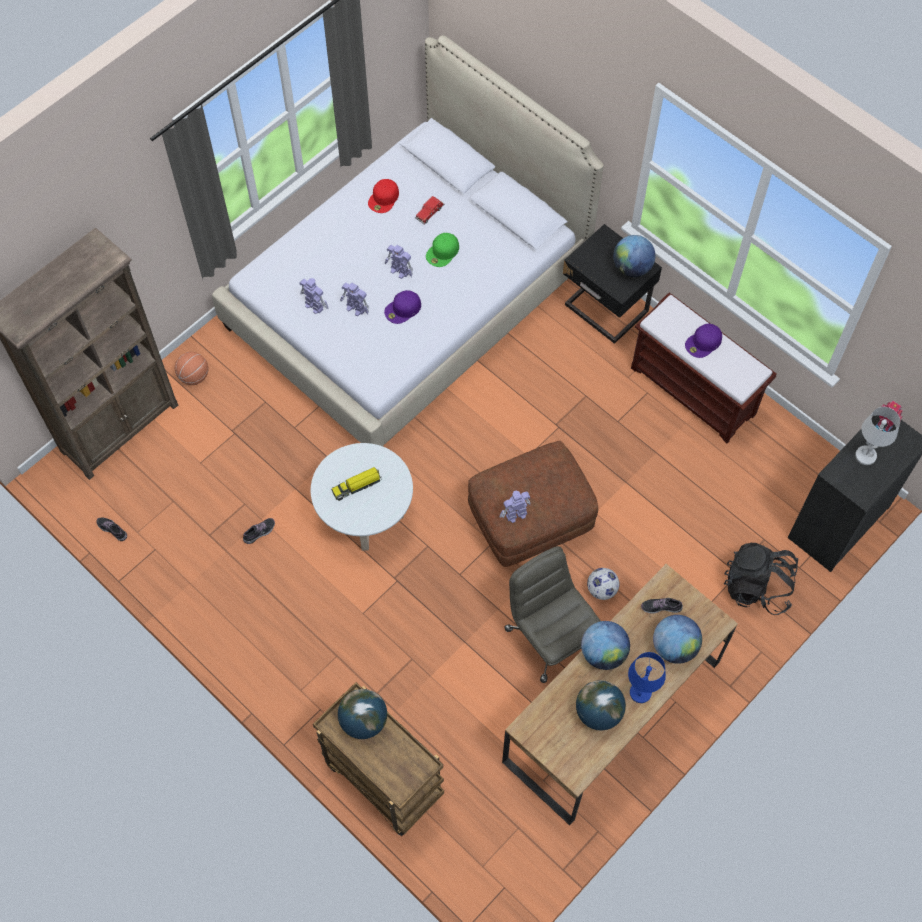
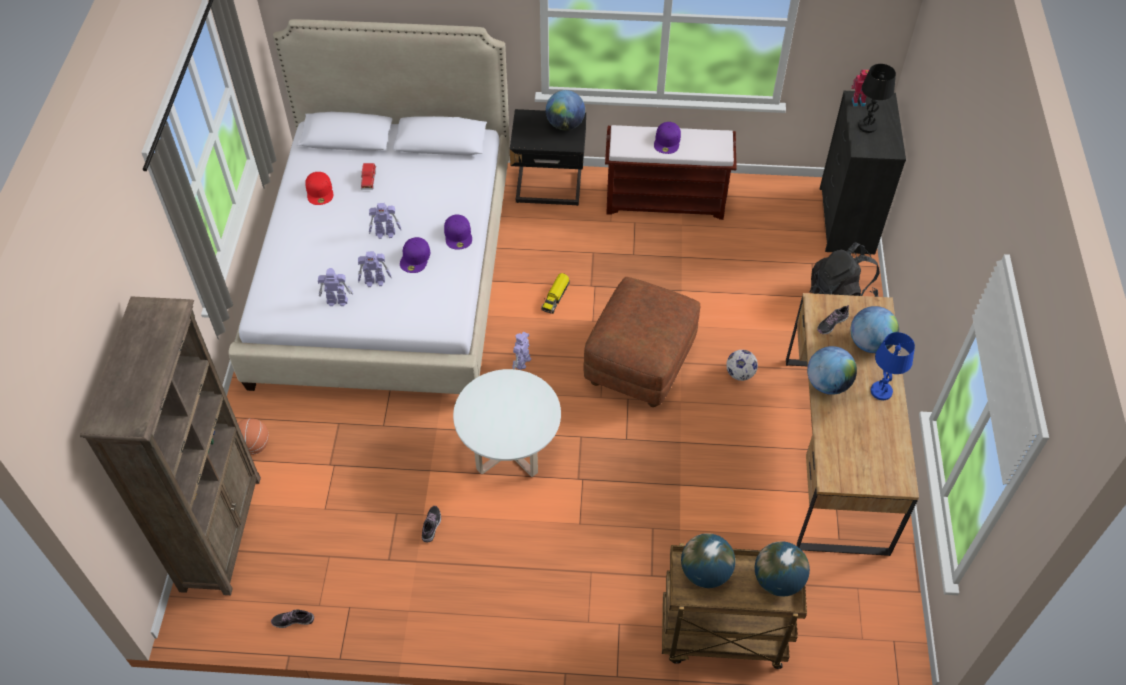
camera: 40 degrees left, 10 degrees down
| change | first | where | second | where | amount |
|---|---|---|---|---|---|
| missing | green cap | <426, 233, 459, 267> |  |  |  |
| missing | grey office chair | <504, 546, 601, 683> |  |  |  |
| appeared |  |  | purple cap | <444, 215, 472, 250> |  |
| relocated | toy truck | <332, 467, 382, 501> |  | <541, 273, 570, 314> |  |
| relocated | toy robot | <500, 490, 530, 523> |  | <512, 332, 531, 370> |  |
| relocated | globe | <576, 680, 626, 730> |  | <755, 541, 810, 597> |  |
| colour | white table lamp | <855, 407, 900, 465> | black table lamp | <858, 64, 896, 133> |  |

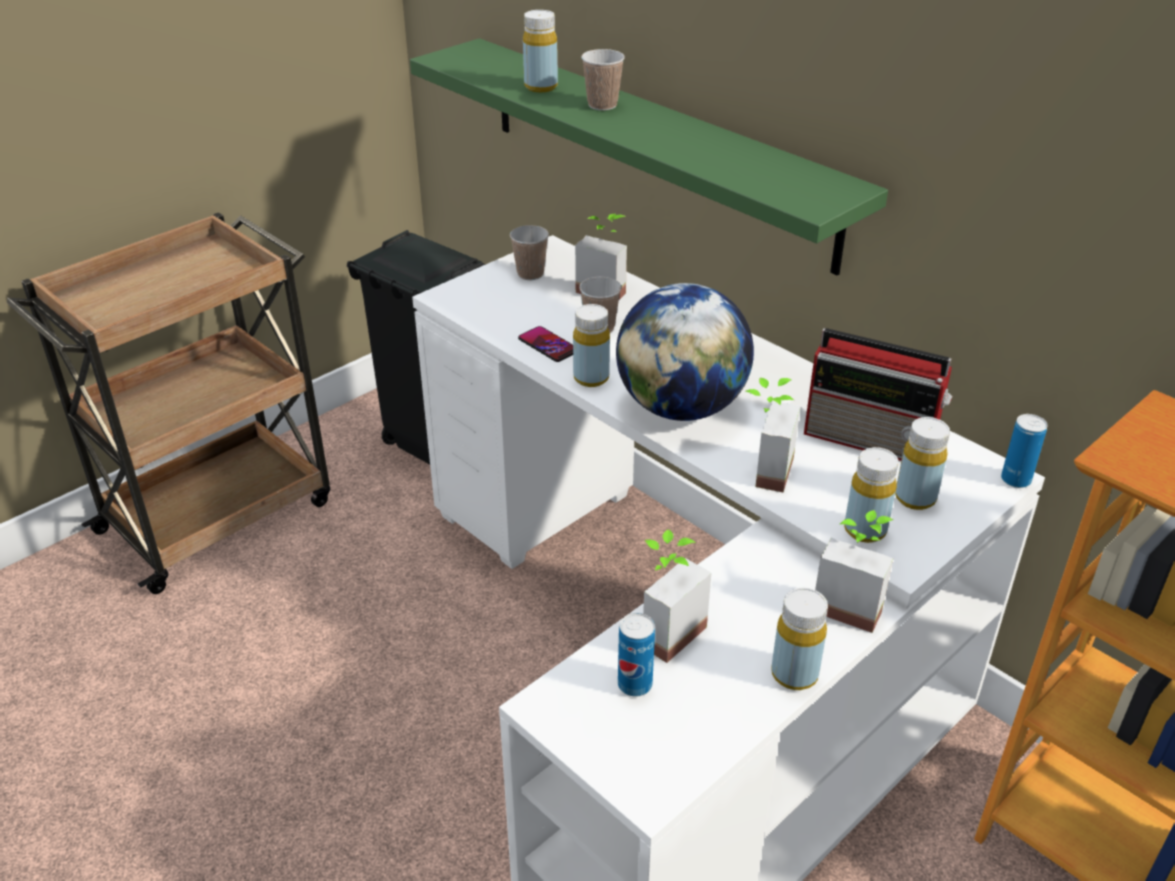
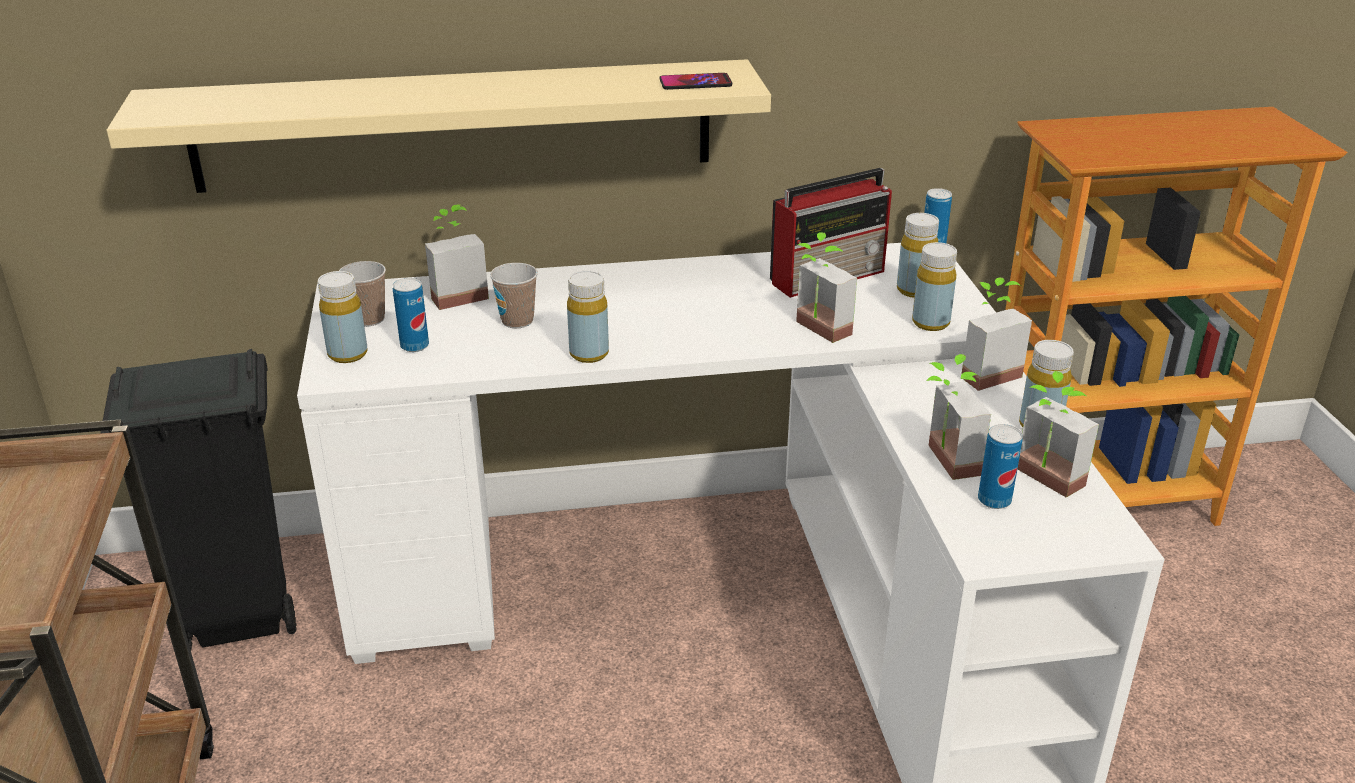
camera: 55 degrees left, 5 degrees down
| change | first | where | second | where | amount |
|---|---|---|---|---|---|
| missing | cup | <581, 49, 625, 111> |  |  |  |
| missing | globe | <616, 283, 754, 421> |  |  |  |
| appeared |  |  | can | <393, 278, 429, 352> |  |
| appeared |  |  | potted plant | <1018, 371, 1099, 498> |  |
| relocated | phone | <518, 326, 573, 362> |  | <659, 73, 732, 90> |  |
| relocated | yellow bottle | <523, 10, 558, 92> |  | <318, 271, 368, 363> |  |
| colour | green shelf | <410, 38, 888, 276> | beige shelf | <107, 59, 771, 193> |  |

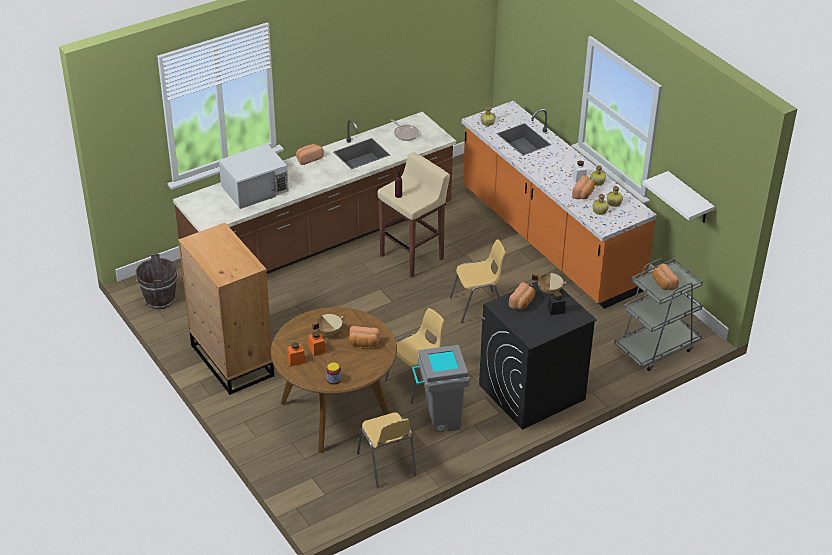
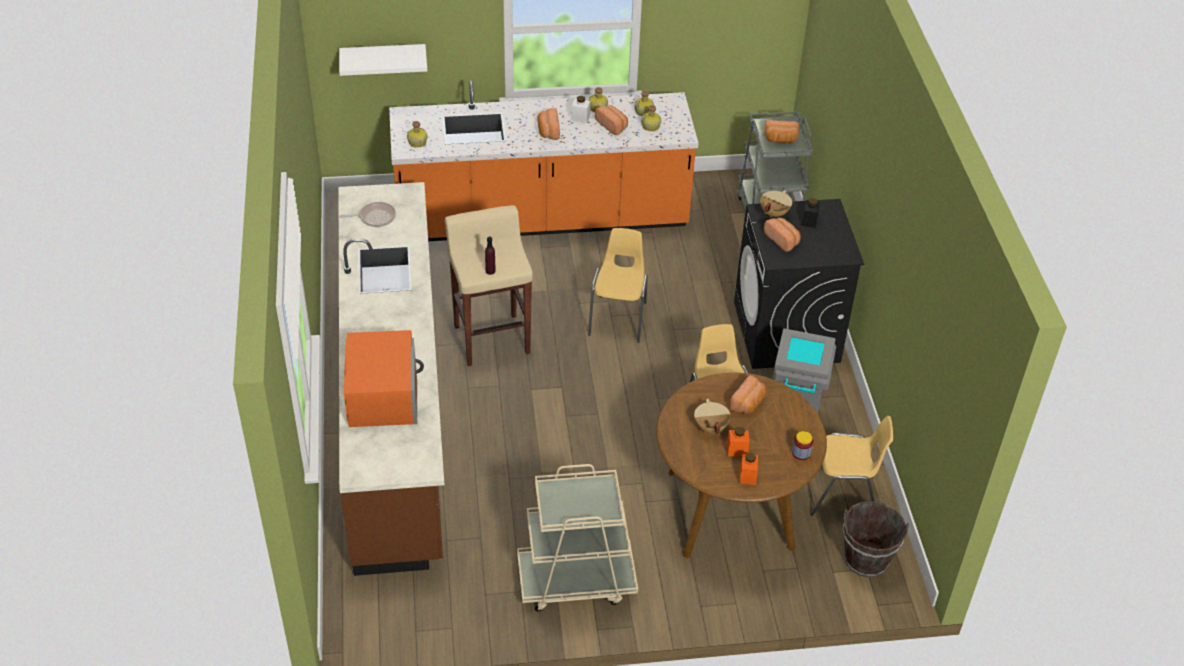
camera: 65 degrees left, 5 degrees up
| change | first | where | second | where | amount |
|---|---|---|---|---|---|
| relocated | brown bucket | <136, 254, 178, 309> |  | <843, 501, 909, 577> |  |
| relocated | bread | <296, 144, 324, 165> |  | <537, 108, 560, 140> |  |
| relocated | white shelf | <642, 171, 715, 223> |  | <339, 44, 427, 76> |  |
| exchanged | brown dresser | <178, 223, 274, 395> | beige cart | <517, 464, 638, 611> |  |
| colour | white microwave | <219, 144, 289, 209> | orange microwave | <343, 330, 424, 427> |  |

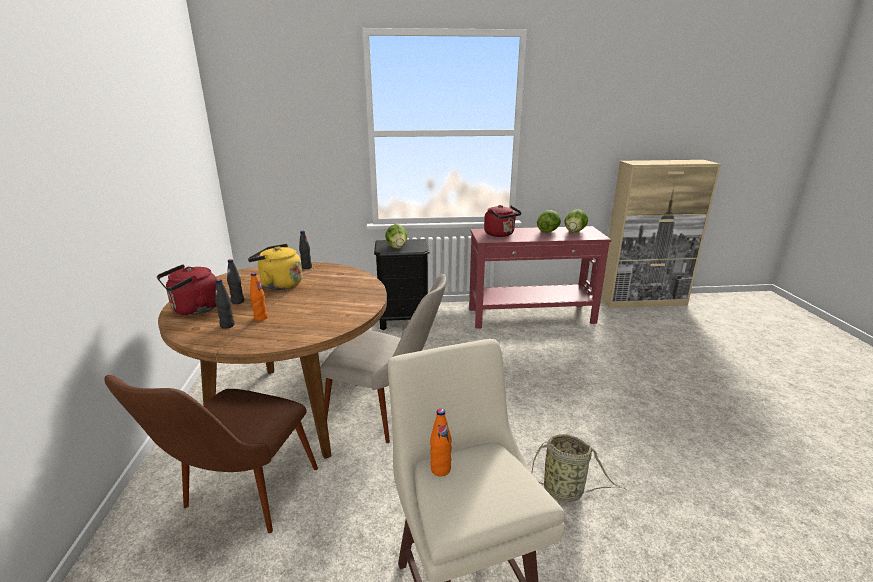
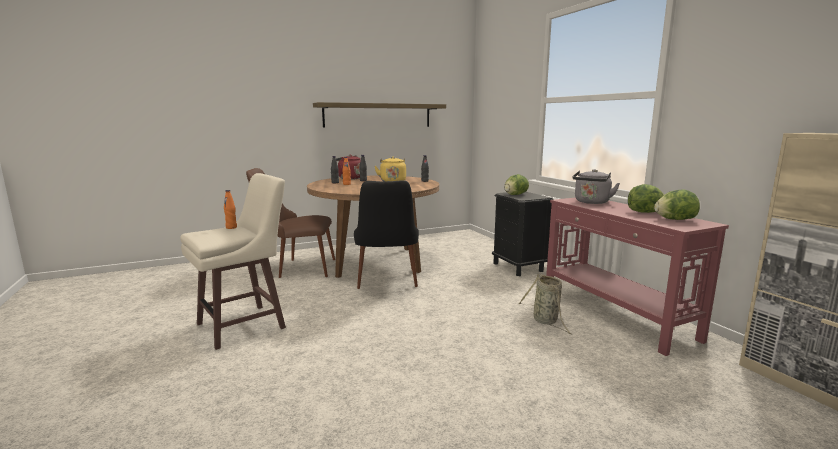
camera: 70 degrees right, 10 degrees down
| change | first | where | second | where | amount |
|---|---|---|---|---|---|
| appeared |  |  | shelf | <313, 102, 446, 128> |  |
| relocated | basket | <532, 434, 626, 502> |  | <519, 274, 572, 335> |  |
| colour | beige chair | <320, 274, 447, 443> | black chair | <354, 180, 419, 289> |  |
| colour | red kettle | <484, 205, 522, 237> | grey kettle | <573, 169, 620, 204> |  |

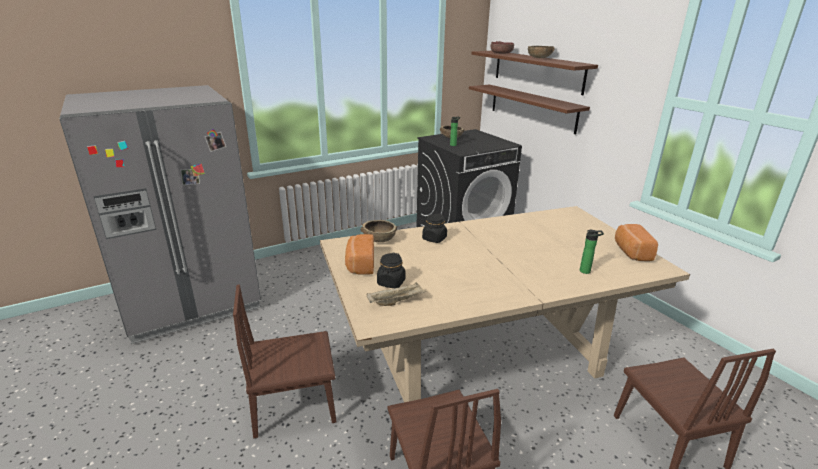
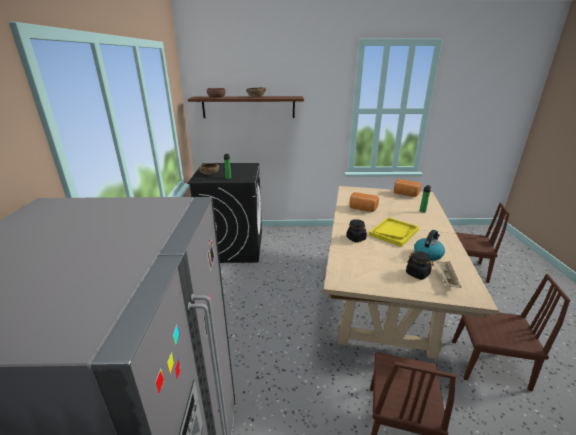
camera: 60 degrees left, 0 degrees up
| change | first | where | second | where | amount |
|---|---|---|---|---|---|
| missing | brown bowl | <361, 220, 397, 242> |  |  |  |
| missing | brown shelf | <469, 84, 590, 134> |  |  |  |
| appeared |  |  | yellow tray | <369, 217, 419, 247> |  |
| appeared |  |  | kettle | <414, 230, 445, 261> |  |
| relocated | bread | <345, 234, 374, 275> |  | <349, 192, 379, 212> |  |

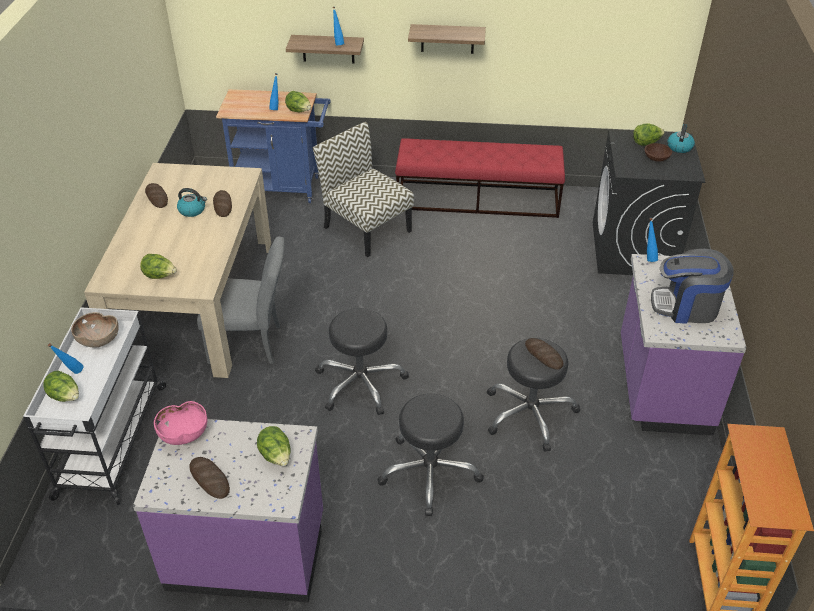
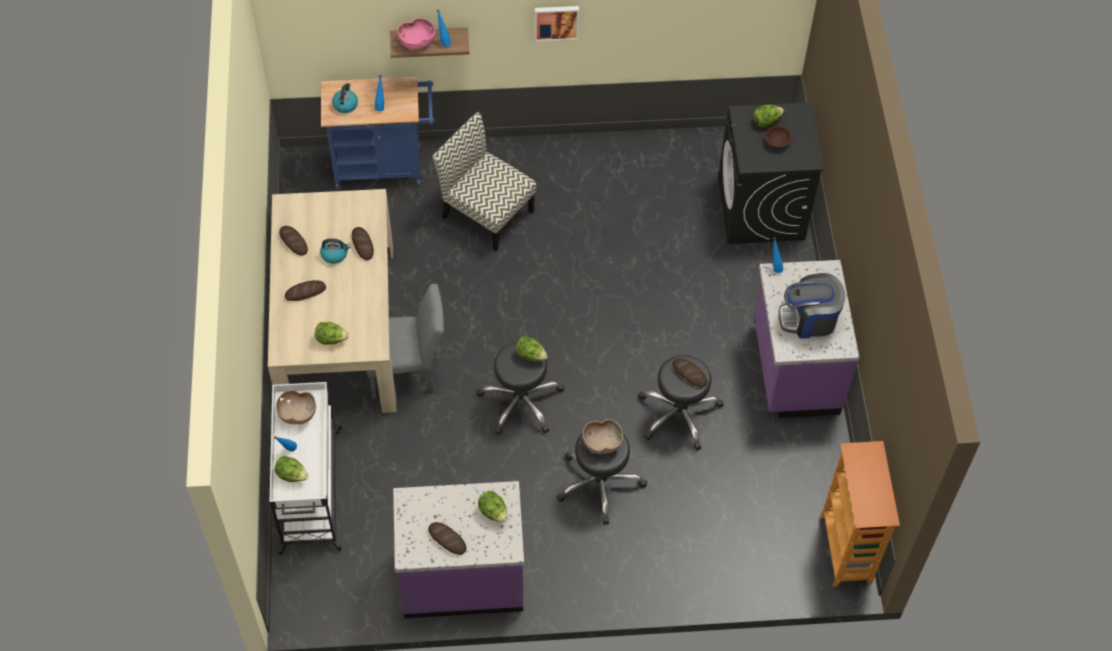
camera: 10 degrees left, 15 degrees up
| change | first | where | second | where | amount |
|---|---|---|---|---|---|
| missing | red bench | <395, 138, 565, 218> |  |  |  |
| appeared |  |  | bread | <285, 280, 326, 301> |  |
| appeared |  |  | brown bowl | <583, 419, 623, 454> |  |
| relocated | pink bowl | <154, 401, 207, 445> |  | <398, 18, 435, 50> |  |
| relocated | lettuce | <285, 91, 311, 112> |  | <516, 336, 548, 361> |  |
| relocated | kettle | <667, 124, 695, 153> |  | <332, 83, 358, 113> |  |
| exchanged | shelf | <408, 24, 486, 54> | picture | <535, 6, 579, 42> |  |

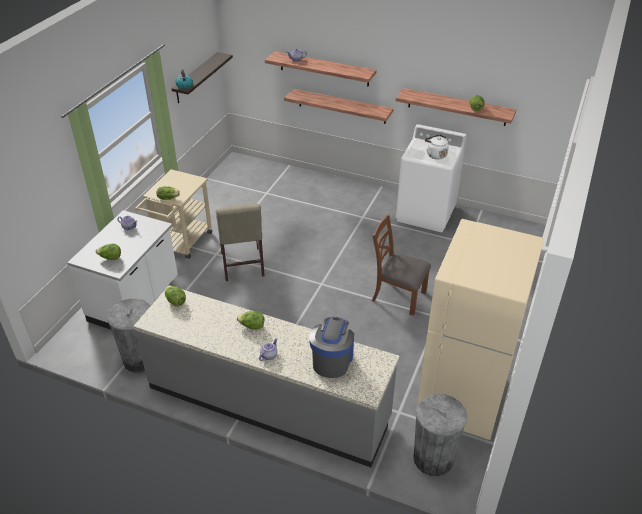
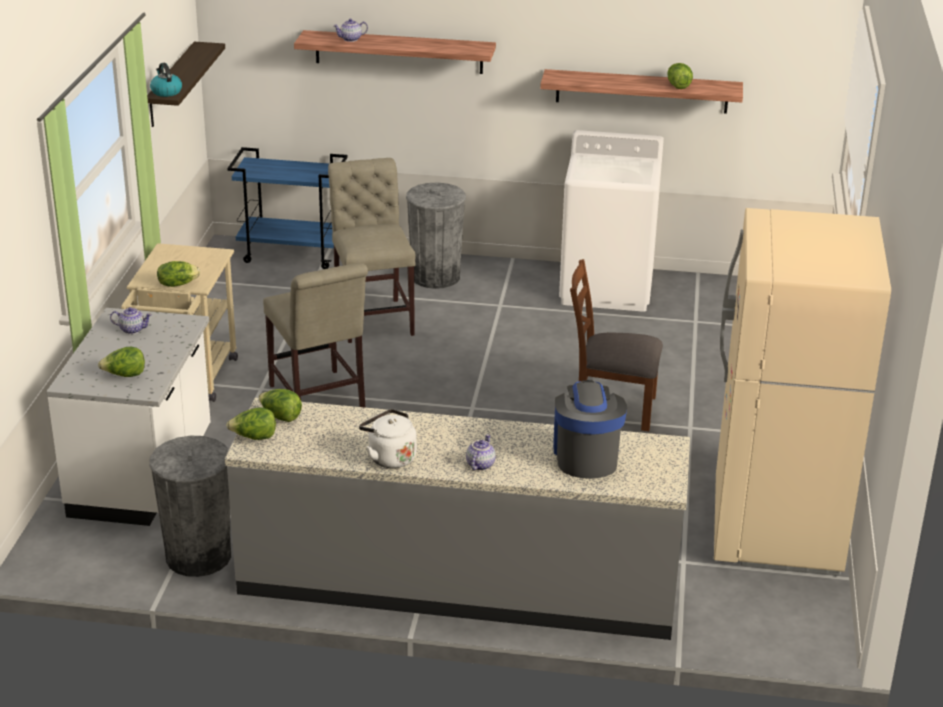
camera: 15 degrees left, 10 degrees down
| change | first | where | second | where | amount |
|---|---|---|---|---|---|
| missing | shelf | <284, 89, 394, 124> |  |  |  |
| appeared |  |  | blue cart | <227, 147, 348, 269> |  |
| appeared |  |  | beige chair | <328, 158, 416, 343> |  |
| relocated | lettuce | <237, 311, 264, 330> |  | <226, 408, 276, 440> |  |
| relocated | grey trash can | <413, 393, 467, 476> |  | <406, 183, 466, 289> |  |
| relocated | white kettle | <425, 134, 449, 159> |  | <359, 409, 417, 468> |  |

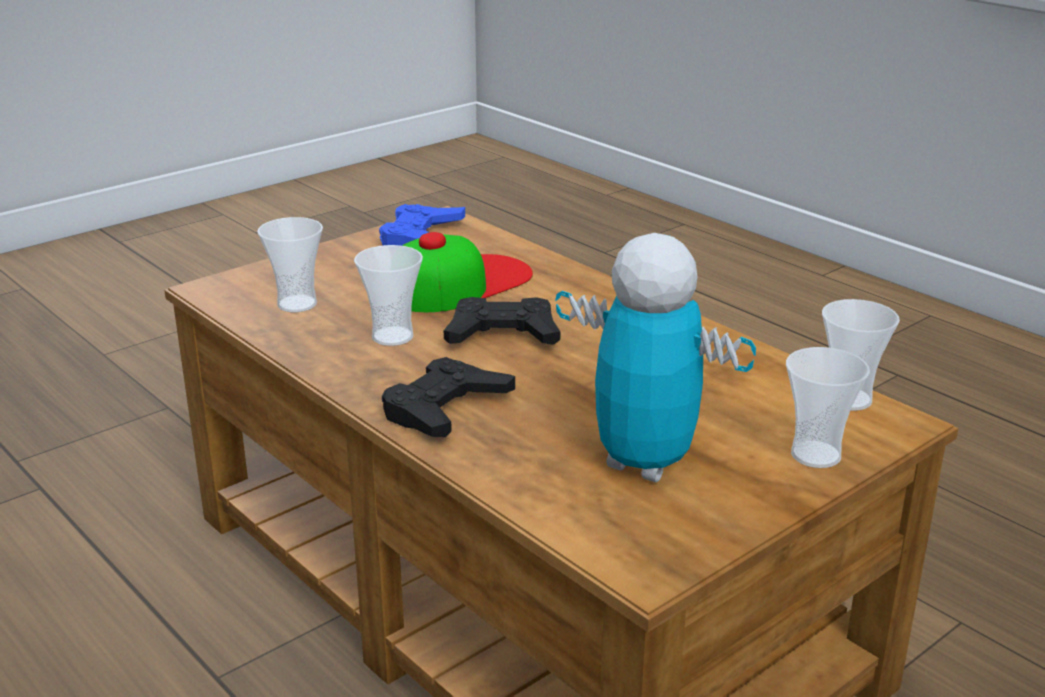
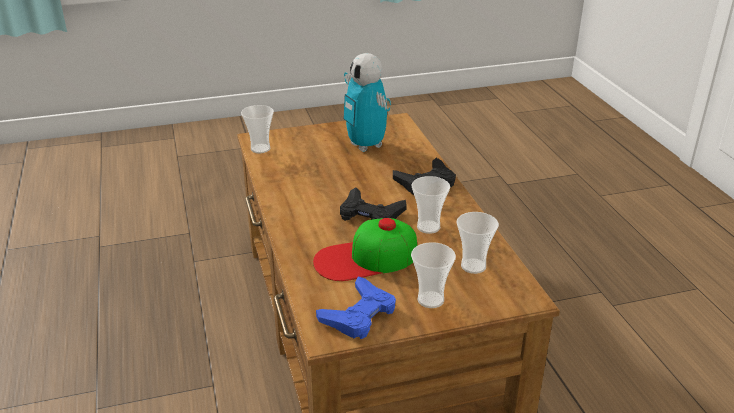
camera: 155 degrees left, 5 degrees up
| change | first | where | second | where | amount |
|---|---|---|---|---|---|
| relocated | cup | <786, 347, 870, 468> |  | <411, 242, 456, 308> |  |

